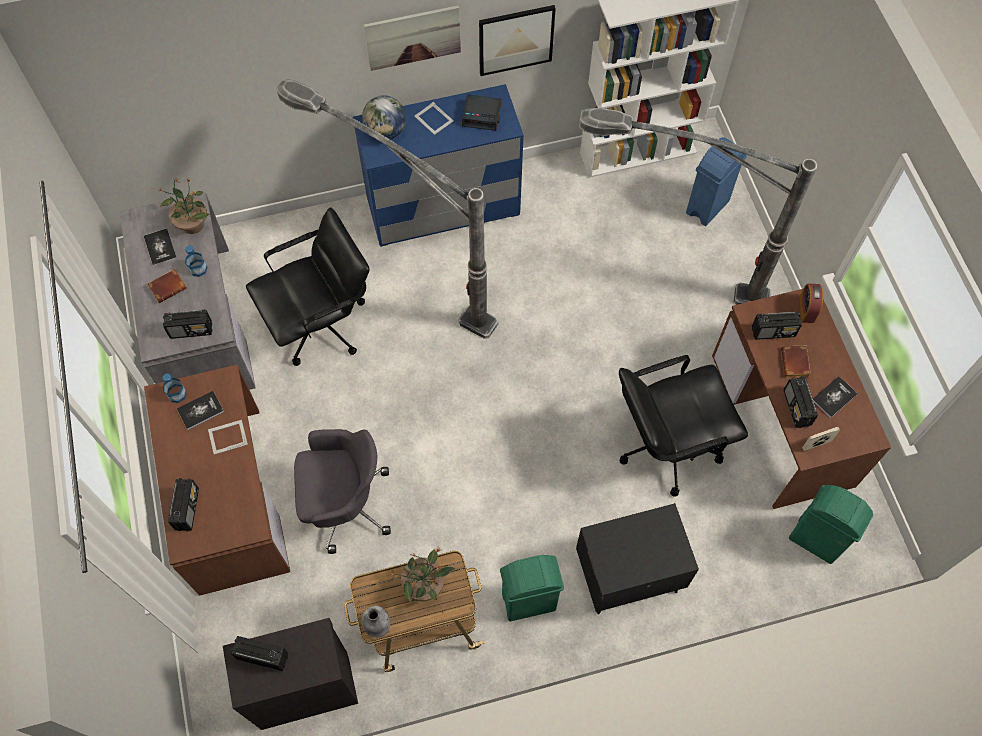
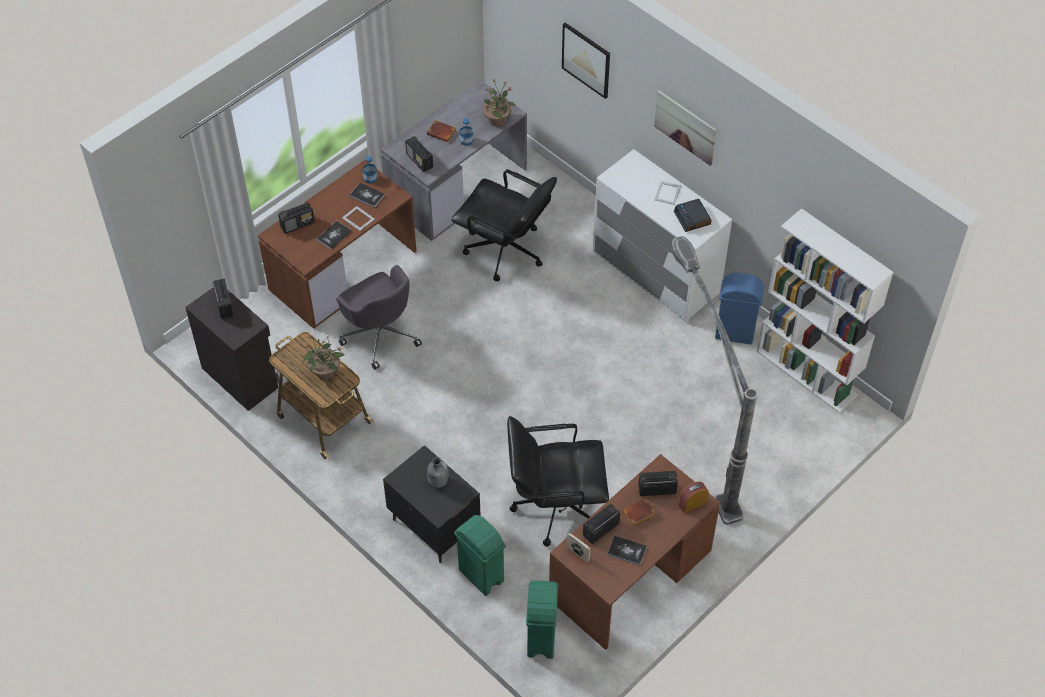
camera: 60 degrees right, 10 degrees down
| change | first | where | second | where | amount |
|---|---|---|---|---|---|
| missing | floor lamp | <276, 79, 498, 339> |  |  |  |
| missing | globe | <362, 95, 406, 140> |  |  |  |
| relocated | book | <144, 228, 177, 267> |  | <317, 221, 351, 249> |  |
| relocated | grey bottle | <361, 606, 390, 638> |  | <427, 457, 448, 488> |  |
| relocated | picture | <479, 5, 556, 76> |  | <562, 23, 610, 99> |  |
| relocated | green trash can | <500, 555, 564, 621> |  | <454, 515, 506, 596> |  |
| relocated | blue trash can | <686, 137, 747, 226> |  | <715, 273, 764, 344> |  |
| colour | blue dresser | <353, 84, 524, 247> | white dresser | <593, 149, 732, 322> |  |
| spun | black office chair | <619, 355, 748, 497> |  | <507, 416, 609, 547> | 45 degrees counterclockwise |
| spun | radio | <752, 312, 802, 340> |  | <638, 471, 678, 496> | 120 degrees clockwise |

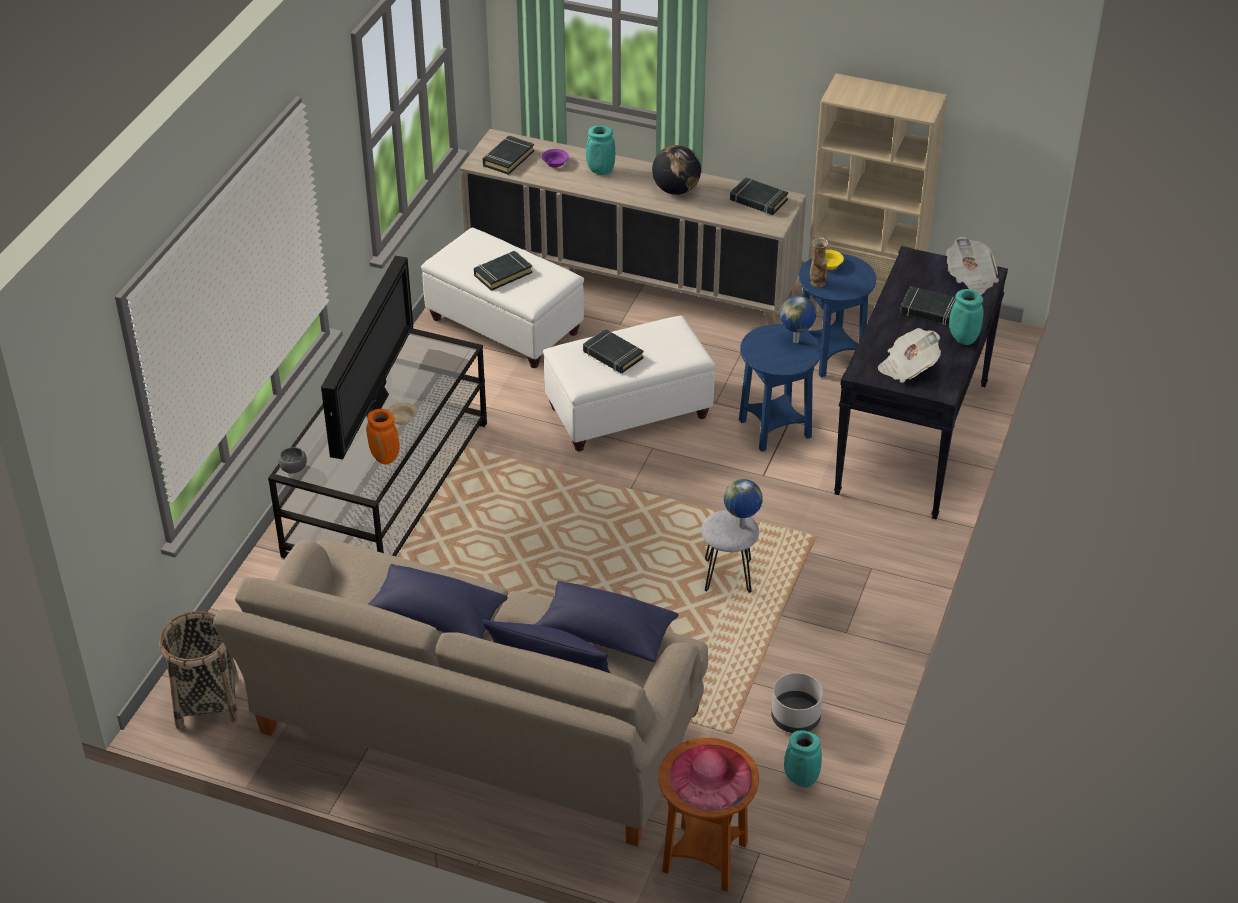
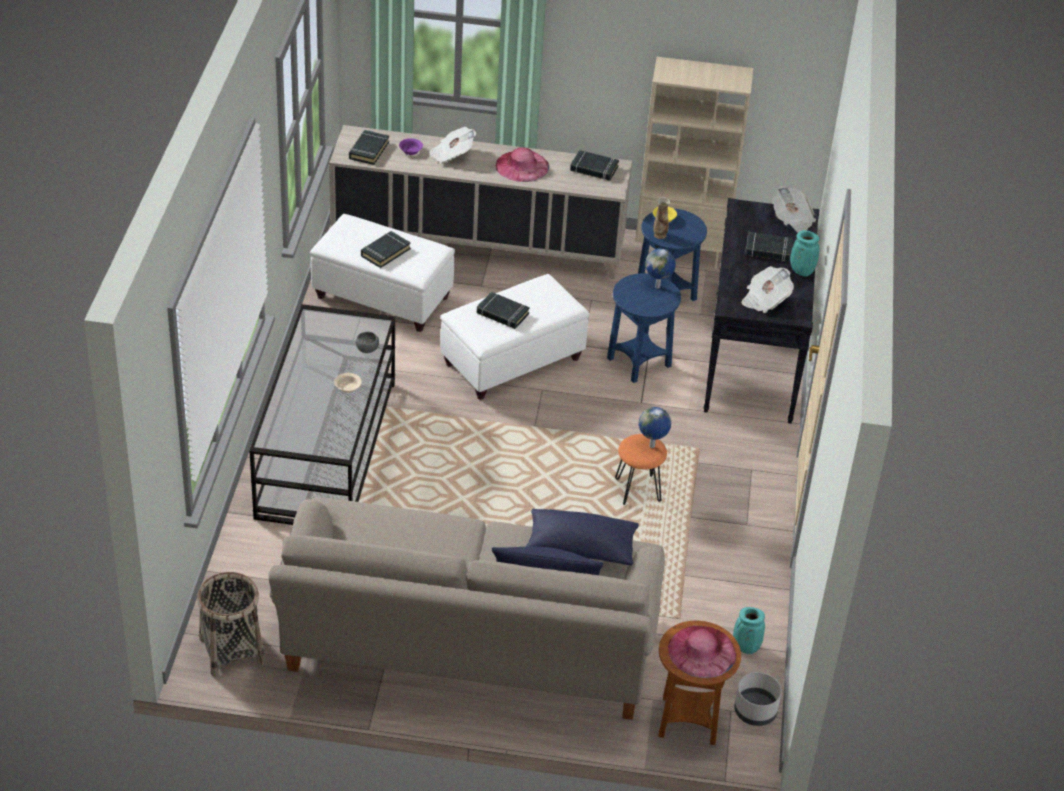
camera: 15 degrees left, 0 degrees up
| change | first | where | second | where | amount |
|---|---|---|---|---|---|
| missing | television | <321, 256, 413, 460> |  |  |  |
| missing | orange vase | <366, 409, 400, 465> |  |  |  |
| missing | blue pillow | <367, 564, 508, 639> |  |  |  |
| relocated | grey bowl | <278, 447, 307, 474> |  | <356, 332, 379, 353> |  |
| relocated | grey planter | <771, 673, 823, 733> |  | <734, 672, 782, 726> |  |
| exchanged | turquoise vase | <586, 126, 615, 175> | newspaper | <429, 127, 476, 164> |  |
| exchanged | globe | <652, 145, 701, 195> | pink hat | <496, 147, 549, 182> |  |
| colour | grey stool | <701, 510, 759, 593> | orange stool | <615, 434, 667, 505> |  |

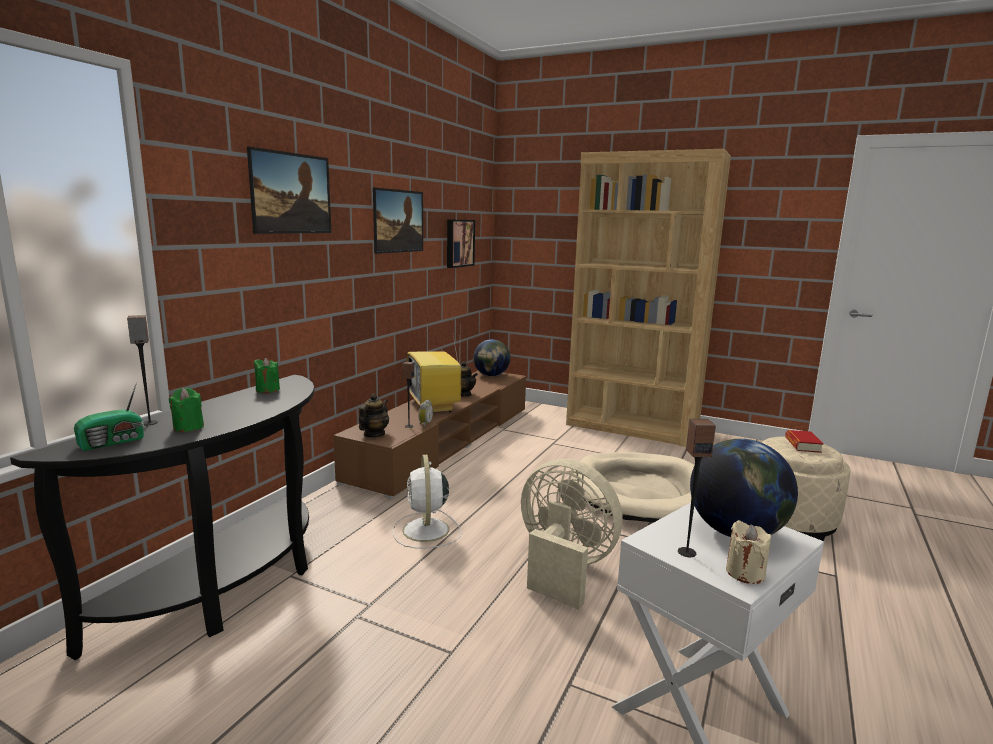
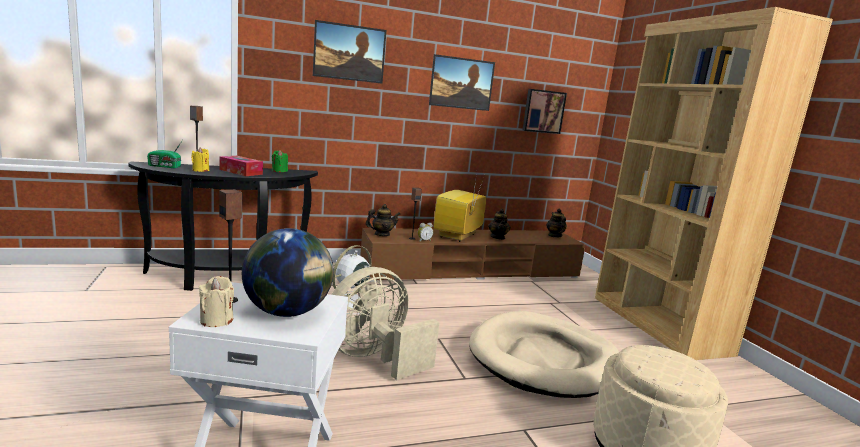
camera: 45 degrees right, 0 degrees up
| change | first | where | second | where | amount |
|---|---|---|---|---|---|
| missing | book | <785, 430, 823, 453> |  |  |  |
| appeared |  |  | tissue box | <219, 156, 263, 176> |  |
| exchanged | globe | <473, 339, 510, 376> | teapot | <546, 209, 567, 237> |  |
| colour | green candle | <168, 388, 204, 432> | yellow candle | <191, 148, 209, 172> |  |
| spun | beige fan | <521, 459, 623, 610> |  | <331, 267, 440, 380> | 120 degrees counterclockwise |

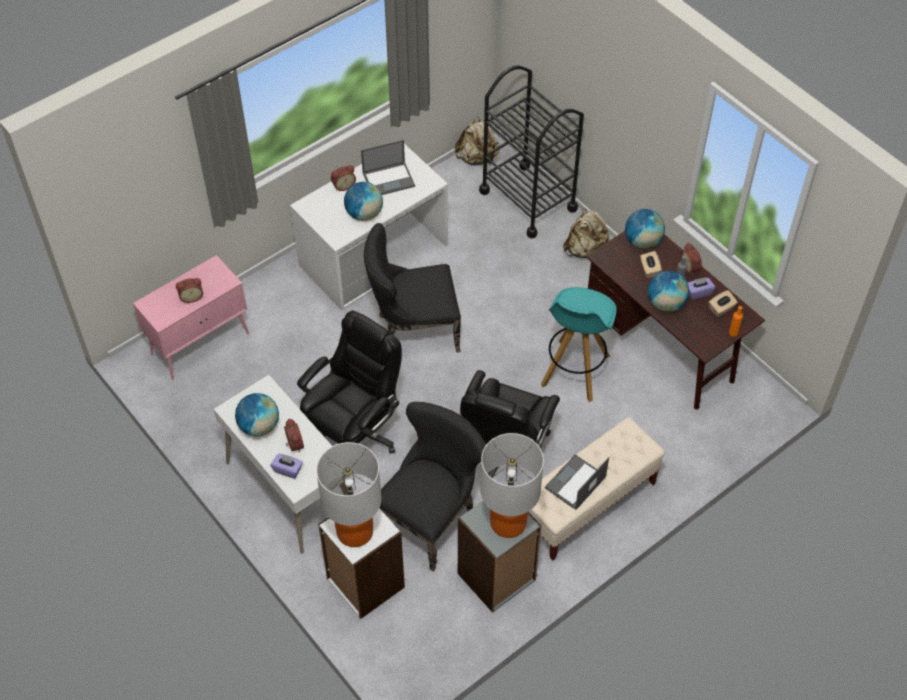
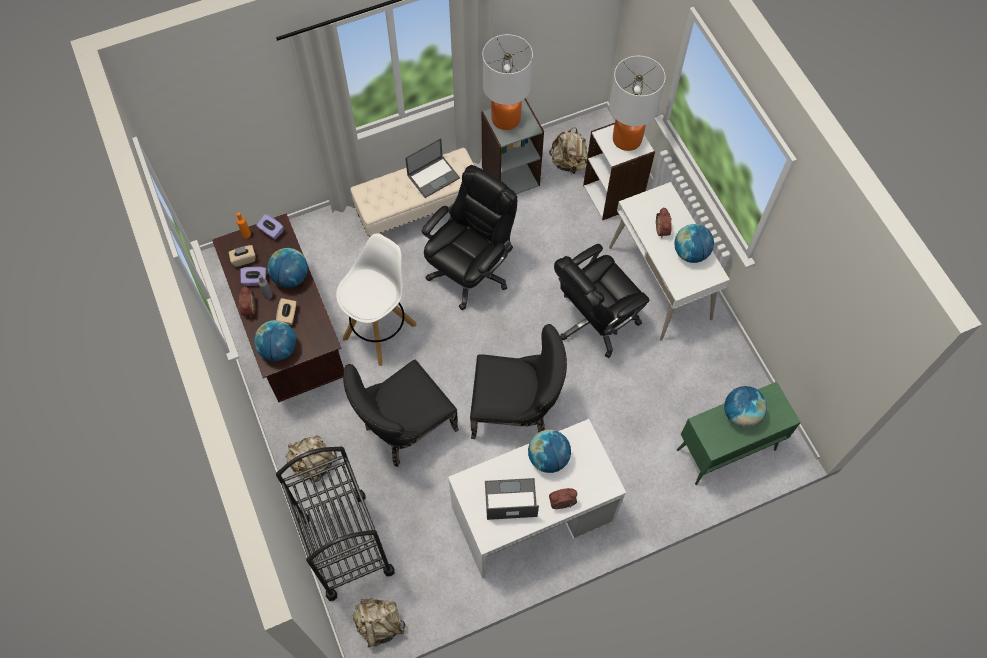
camera: 165 degrees left, 10 degrees up
| change | first | where | second | where | amount |
|---|---|---|---|---|---|
| appeared |  |  | beige backpack | <549, 127, 588, 174> |  |
| relocated | purple tissue box | <271, 454, 303, 479> |  | <256, 214, 284, 240> |  |
| relocated | black chair | <380, 402, 486, 571> |  | <343, 360, 459, 467> |  |
| exchanged | alarm clock | <176, 278, 203, 303> | globe | <724, 386, 767, 428> |  |
| colour | pink cabinet | <133, 255, 249, 380> | green cabinet | <677, 381, 801, 485> |  |
| colour | turquoise stool | <541, 287, 617, 402> | white stool | <336, 234, 417, 366> |  |

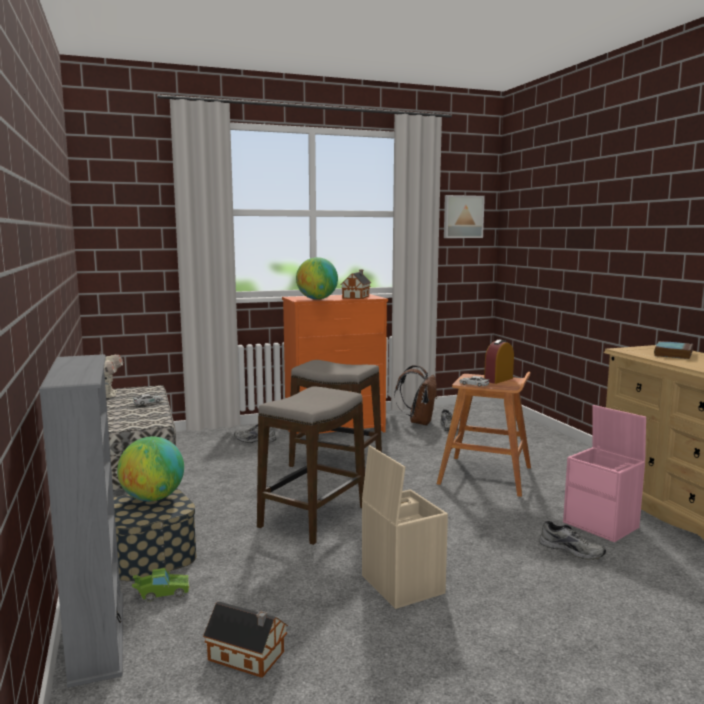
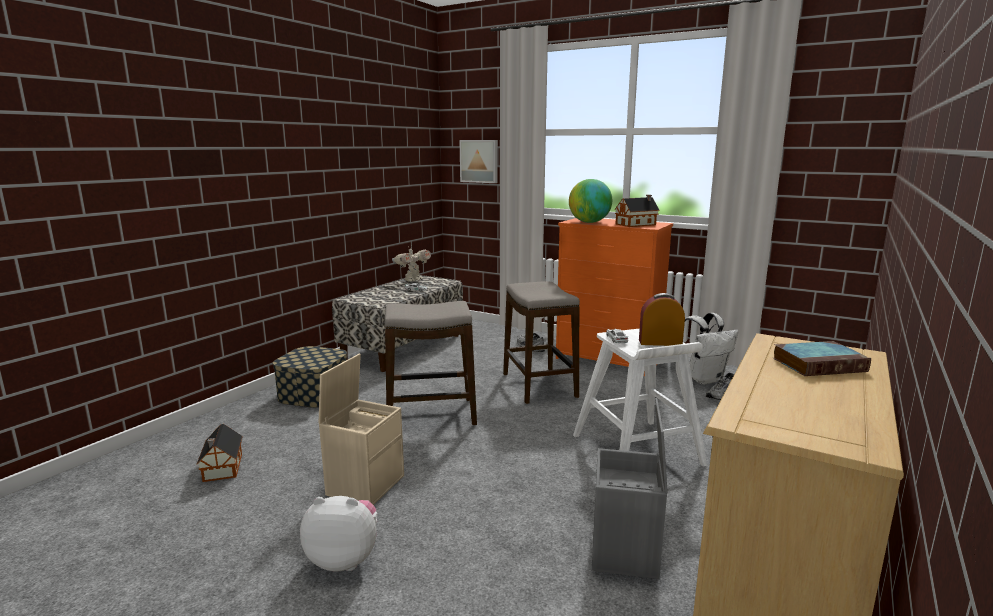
camera: 50 degrees right, 5 degrees up
| change | first | where | second | where | amount |
|---|---|---|---|---|---|
| missing | grey bookcase | <39, 354, 123, 688> |  |  |  |
| missing | globe | <117, 437, 184, 501> |  |  |  |
| missing | green toy car | <132, 568, 189, 602> |  |  |  |
| missing | grey shoe | <539, 521, 606, 560> |  |  |  |
| appeared |  |  | plush toy | <300, 496, 377, 572> |  |
| relocated | picture | <444, 195, 485, 238> |  | <460, 140, 498, 183> |  |
| colour | brown backpack | <394, 365, 437, 425> | white backpack | <685, 313, 738, 385> |  |
| colour | brown stool | <437, 372, 531, 497> | white stool | <573, 328, 707, 466> |  |
| colour | pink storage box | <563, 405, 646, 542> | grey storage box | <592, 398, 668, 579> |  |

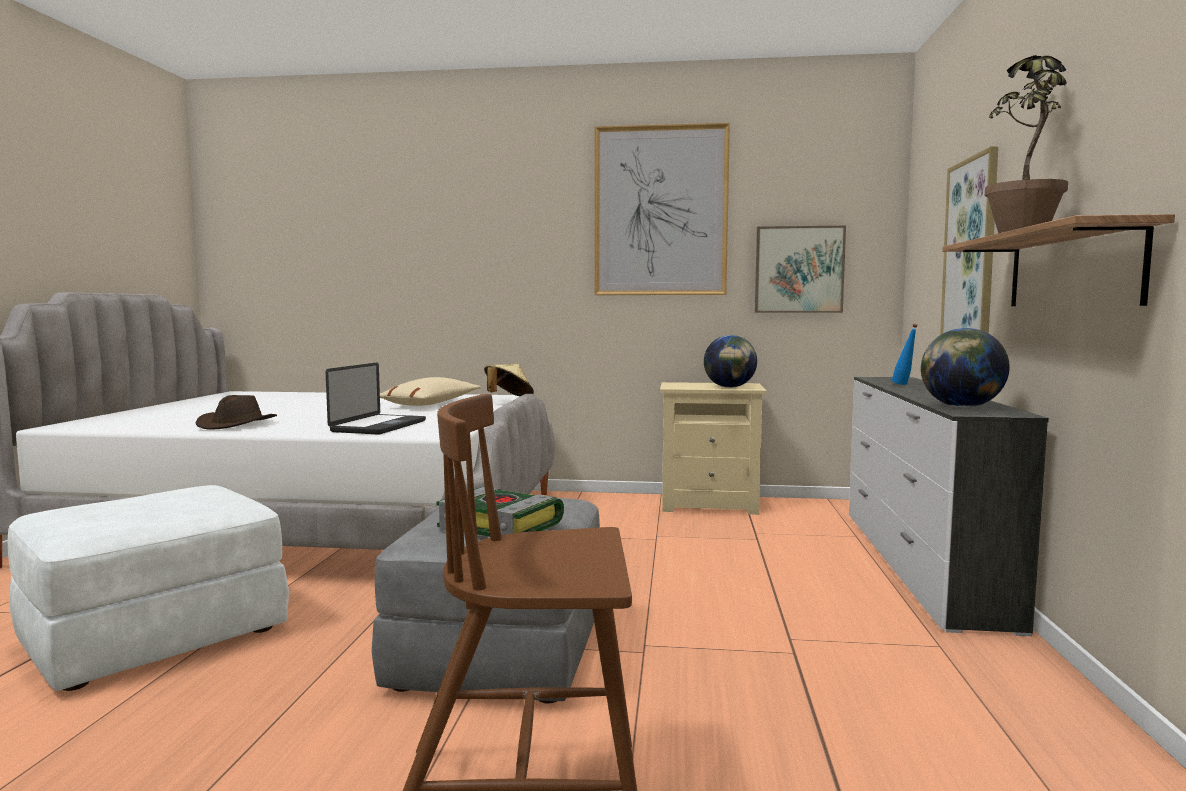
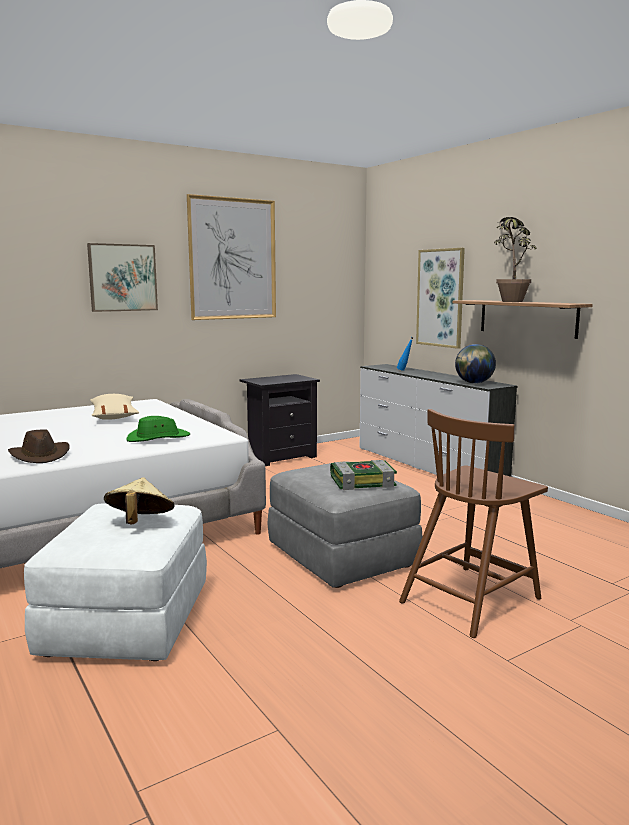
camera: 40 degrees left, 5 degrees up
| change | first | where | second | where | amount |
|---|---|---|---|---|---|
| missing | globe | <704, 335, 757, 388> |  |  |  |
| relocated | beige hat | <484, 364, 534, 396> |  | <104, 477, 175, 525> |  |
| relocated | picture | <755, 226, 846, 313> |  | <87, 243, 158, 312> |  |
| exchanged | laptop | <326, 363, 426, 435> | green hat | <126, 416, 190, 442> |  |
| colour | beige nightstand | <660, 382, 767, 515> | black nightstand | <239, 374, 320, 466> |  |

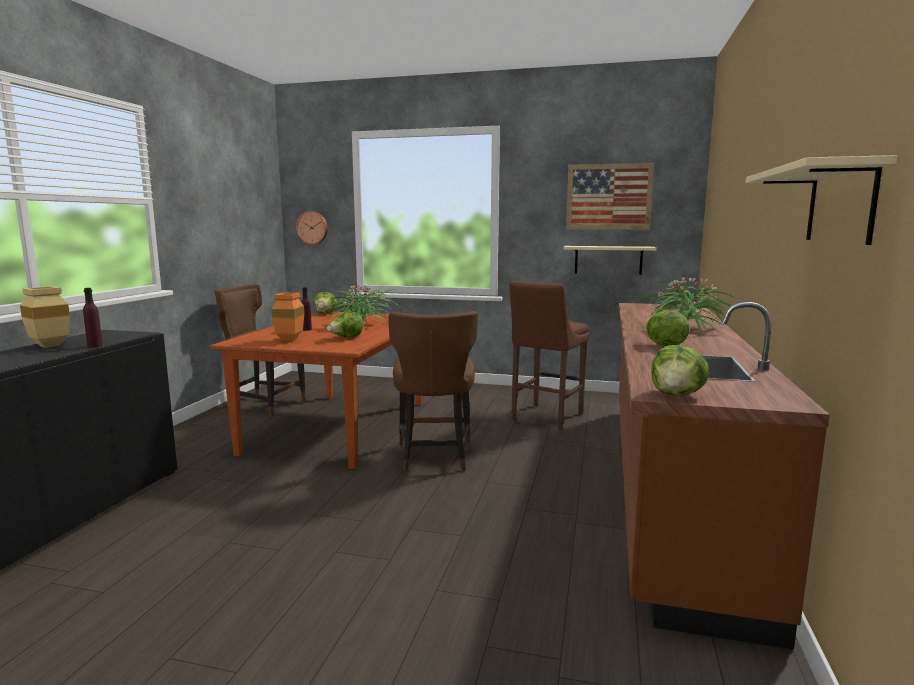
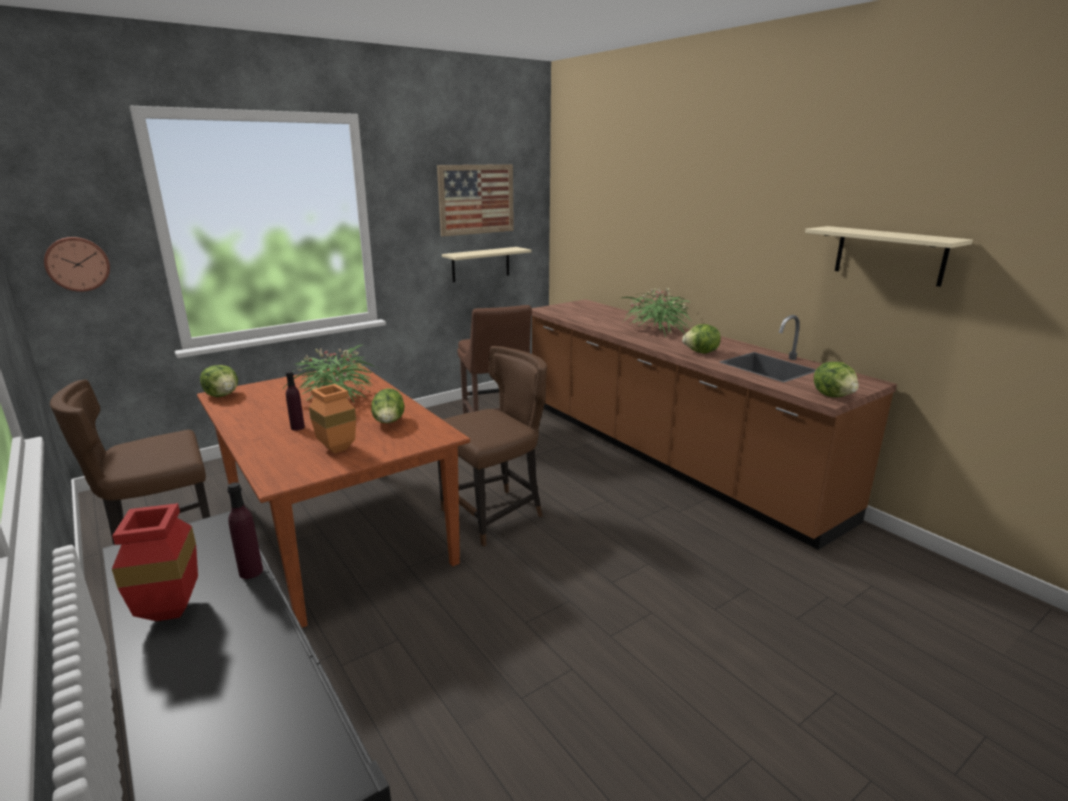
camera: 50 degrees left, 10 degrees up
| change | first | where | second | where | amount |
|---|---|---|---|---|---|
| colour | beige vase | <20, 286, 70, 348> | red vase | <112, 503, 198, 621> |  |
| spun | brown chair | <389, 311, 478, 472> |  | <438, 346, 547, 547> | 75 degrees counterclockwise |

